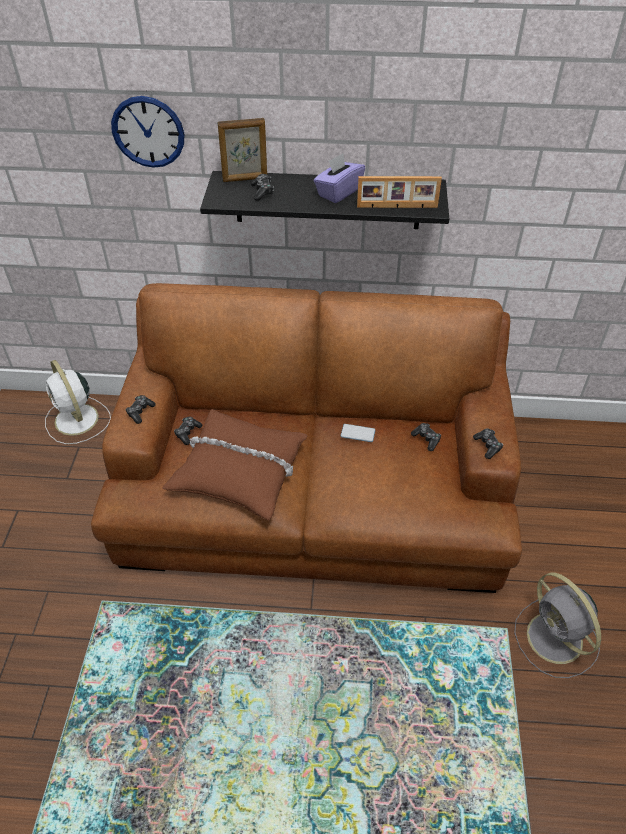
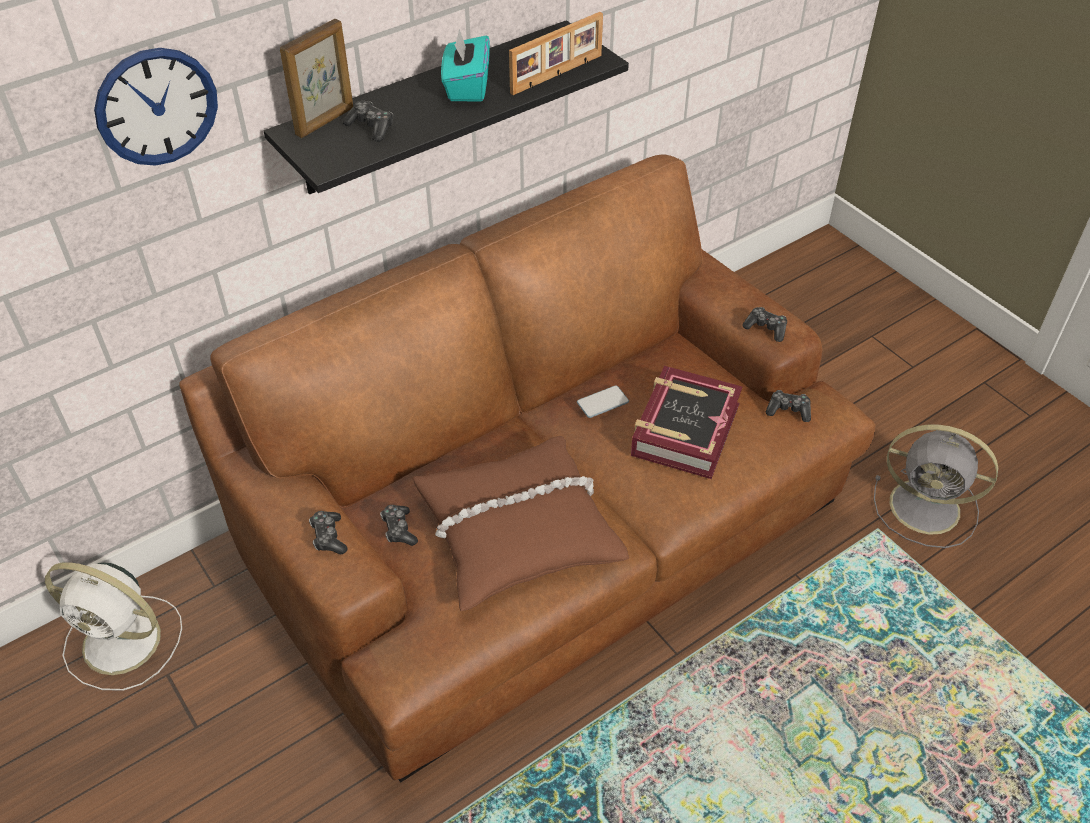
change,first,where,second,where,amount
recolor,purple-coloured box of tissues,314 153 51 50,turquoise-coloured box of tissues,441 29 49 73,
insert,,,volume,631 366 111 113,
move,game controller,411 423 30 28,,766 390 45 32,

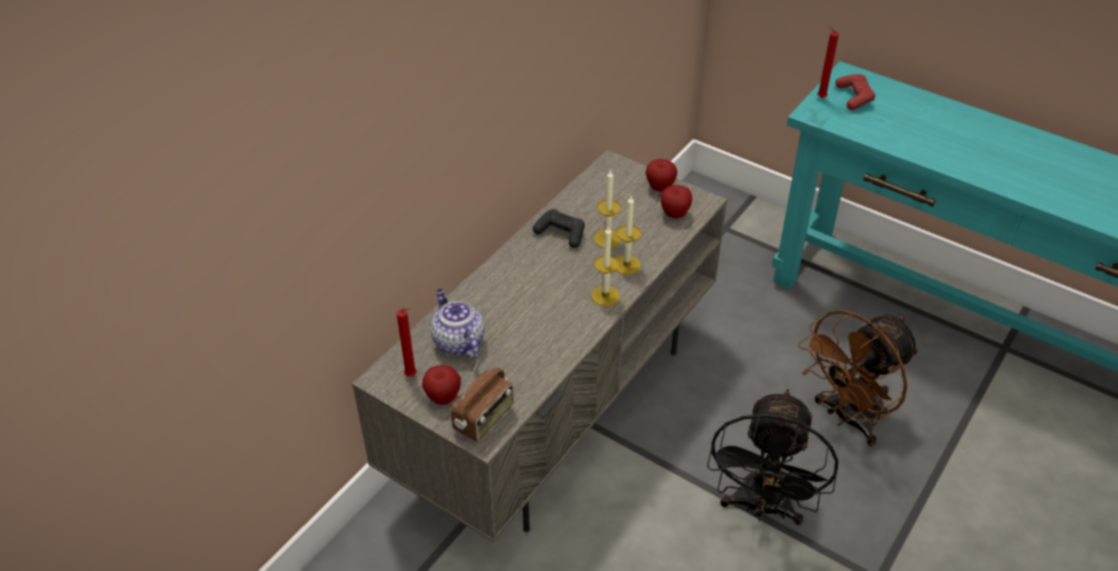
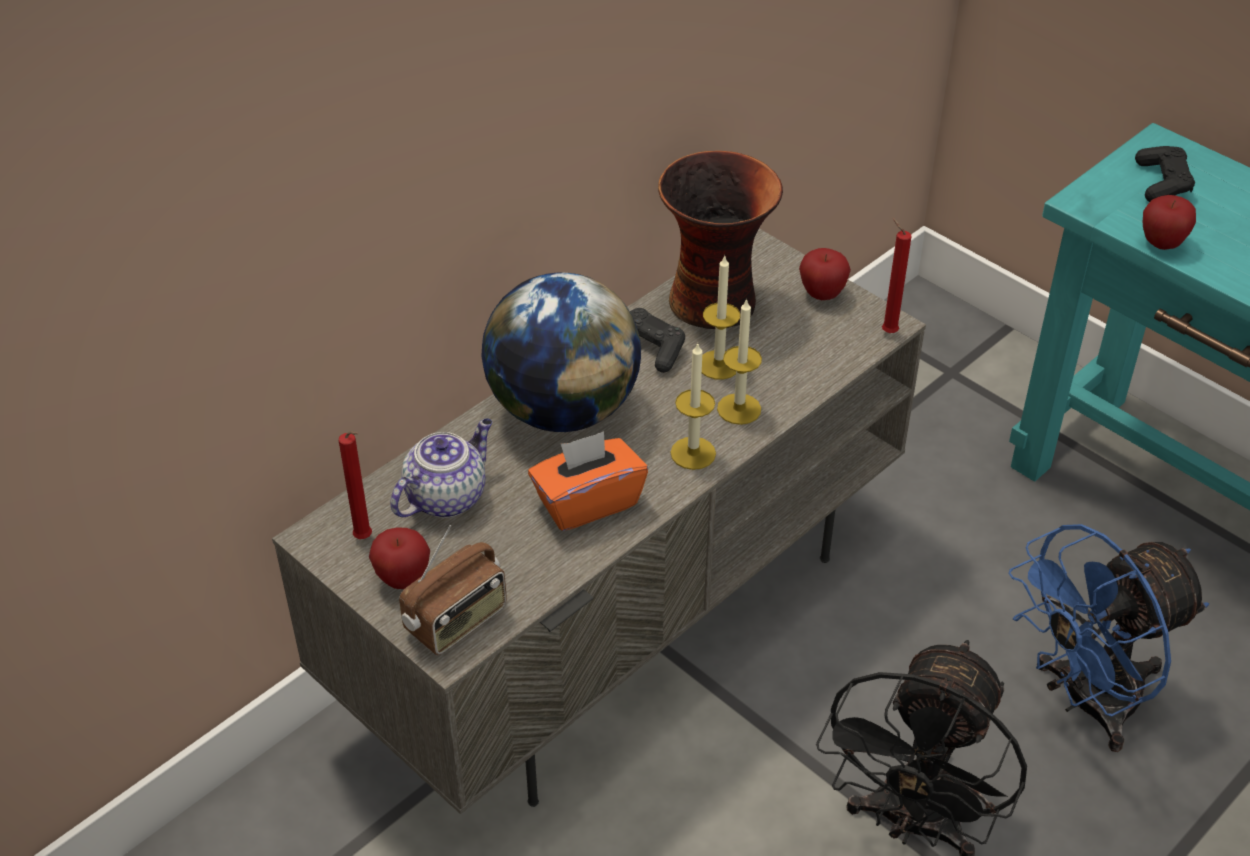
change,first,where,second,where,amount
rotate,pot for tea,431 289 54 70,,390 418 102 100,60 degrees clockwise
insert,,,desk globe,481 273 160 159,
insert,,,orange box of tissues,528 431 120 100,
insert,,,flower vase,658 151 125 178,
move,red-coloured candle,817 24 22 74,,882 218 30 115,
recolor,brown electric fan,798 310 121 136,bluish electric fan,1009 524 200 228,
recolor,red-coloured game controller,835 74 40 36,black game controller,1135 146 60 56,
move,whole apple,661 185 31 33,,1143 195 53 55,

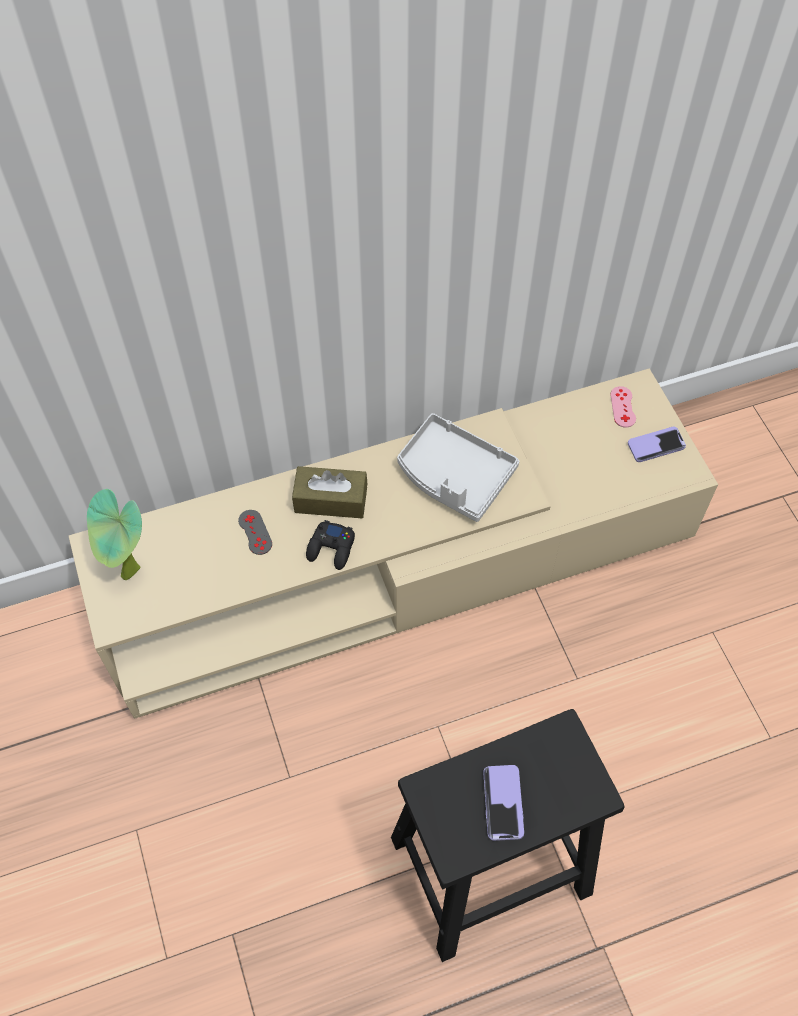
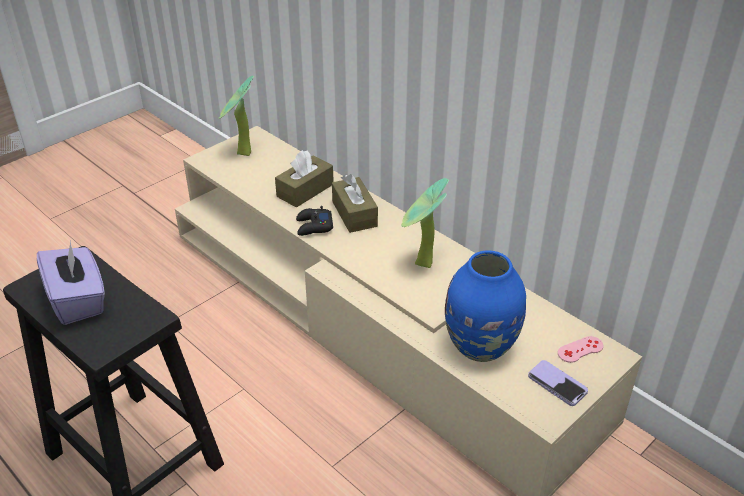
change,first,where,second,where,amount
replace,telephone,483 765 41 76,purple-coloured box of tissues,37 241 68 84,
replace,grey game controller,238 510 34 45,brown box of tissues,275 150 59 58,
replace,grey carrying tray,397 413 122 109,houseplant,401 178 48 90,
insert,,,bluish flower vase,445 250 81 112,

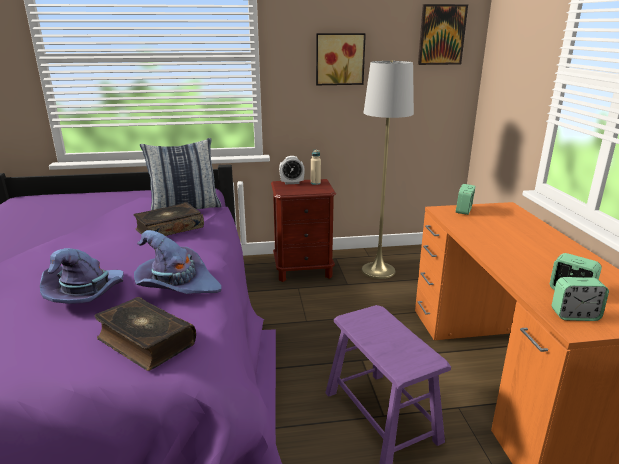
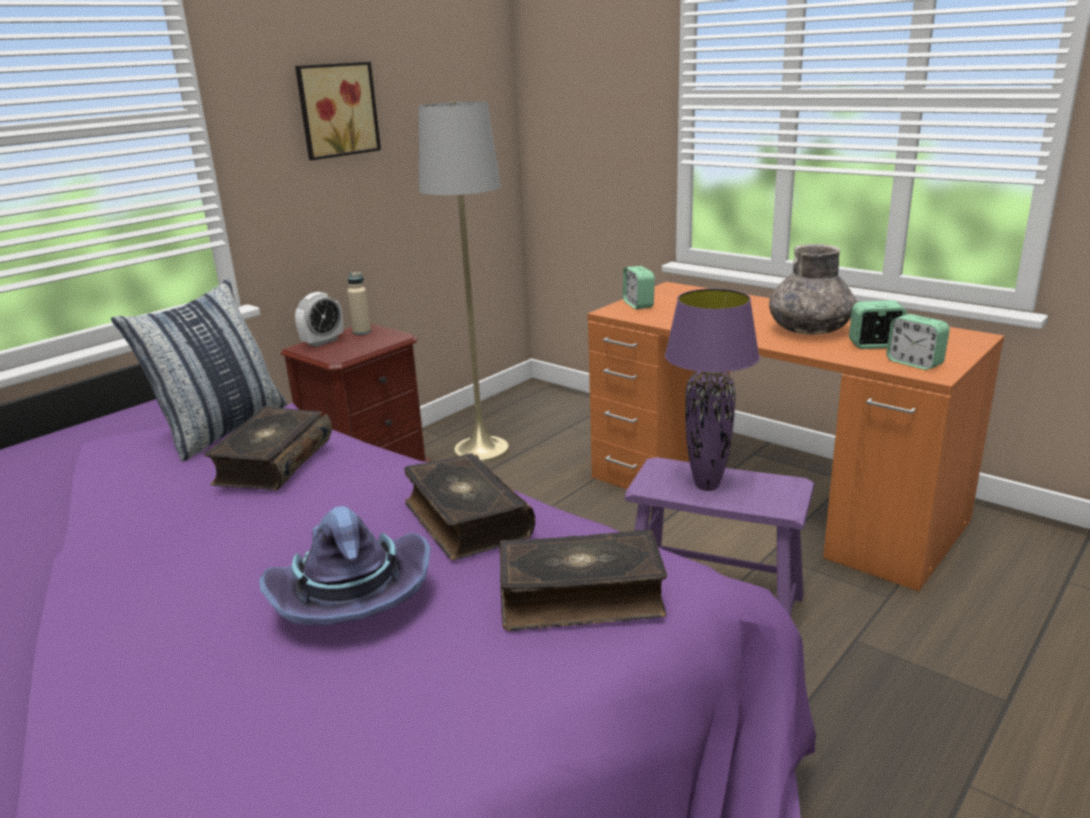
change,first,where,second,where,amount
replace,purple-coloured clothing hat,134 230 87 64,volume,404 453 131 107,
insert,,,purple-coloured lamp for a table,665 289 95 202,
insert,,,grey flower vase,769 244 87 90,
rotate,bedside clock,552 277 57 44,,886 314 64 56,90 degrees clockwise
delete,wall picture,418 4 50 61,,,

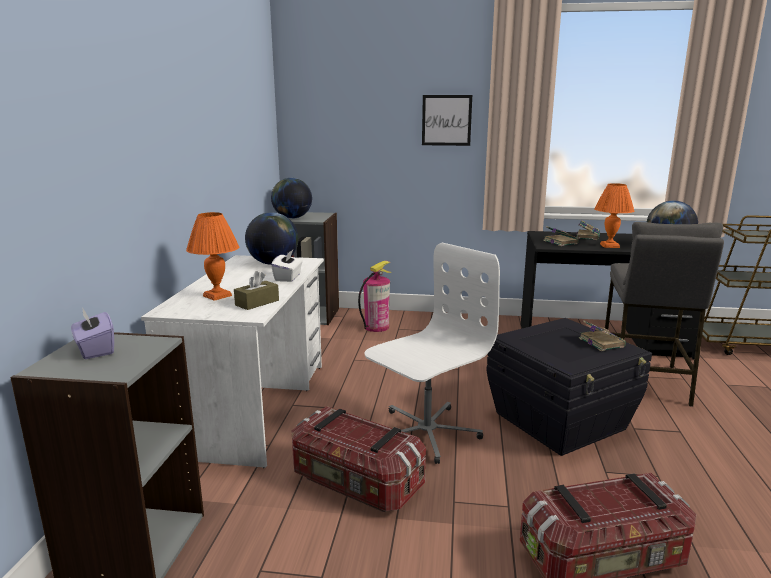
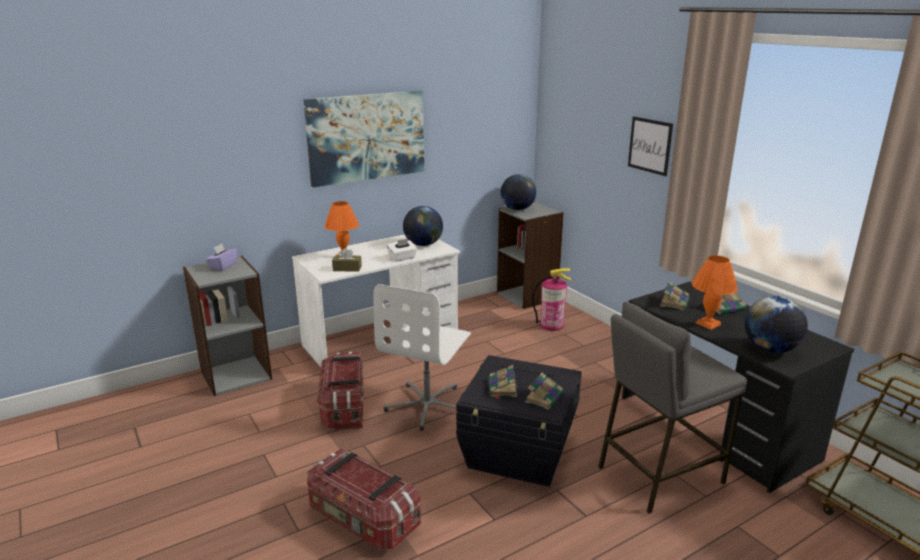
change,first,where,second,where,amount
insert,,,wall picture,303 91 121 96,
rotate,white office chair,364 243 136 221,,373 284 98 147,105 degrees clockwise
insert,,,volume,489 365 28 34,

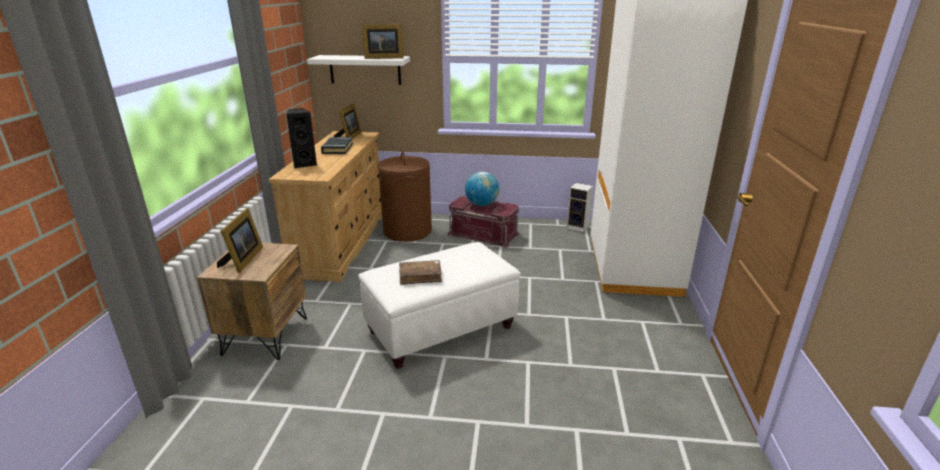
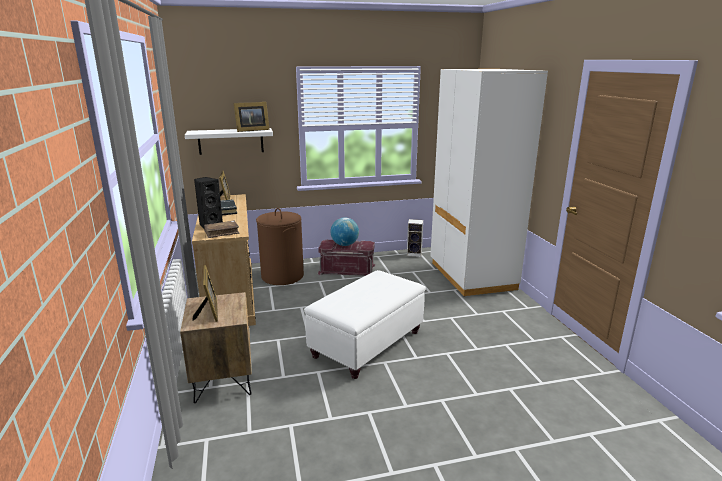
change,first,where,second,where,amount
move,brown volume,399 260 43 25,,204 221 35 17,

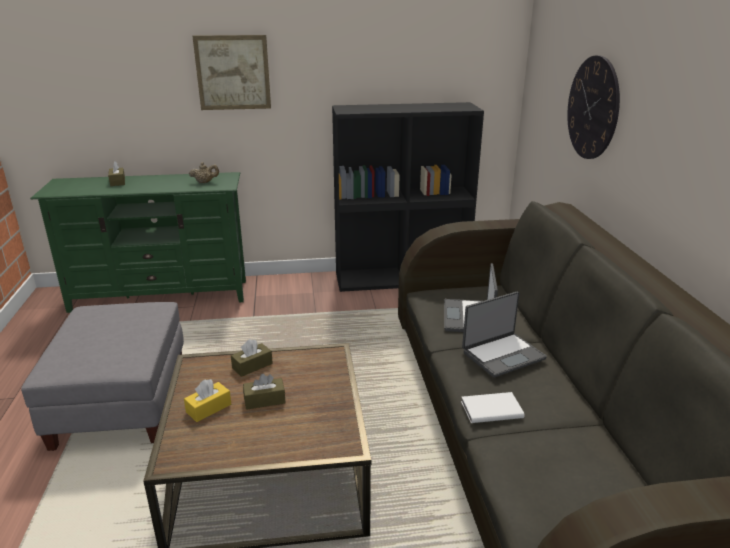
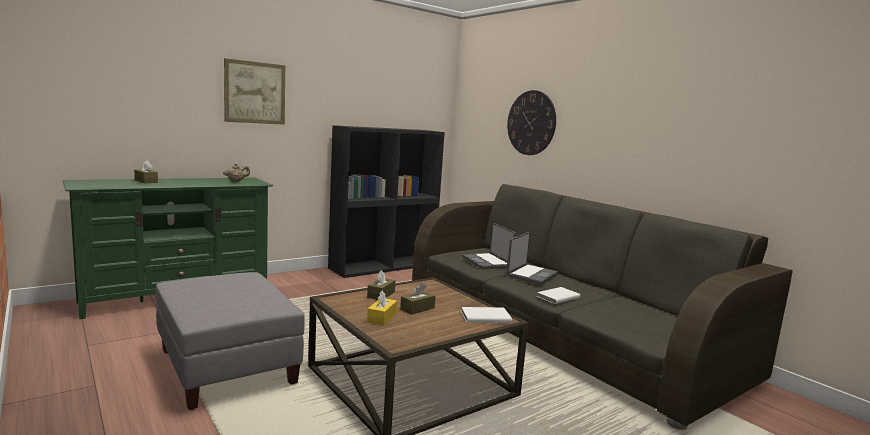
change,first,where,second,where,amount
insert,,,white volume,461 307 51 16,

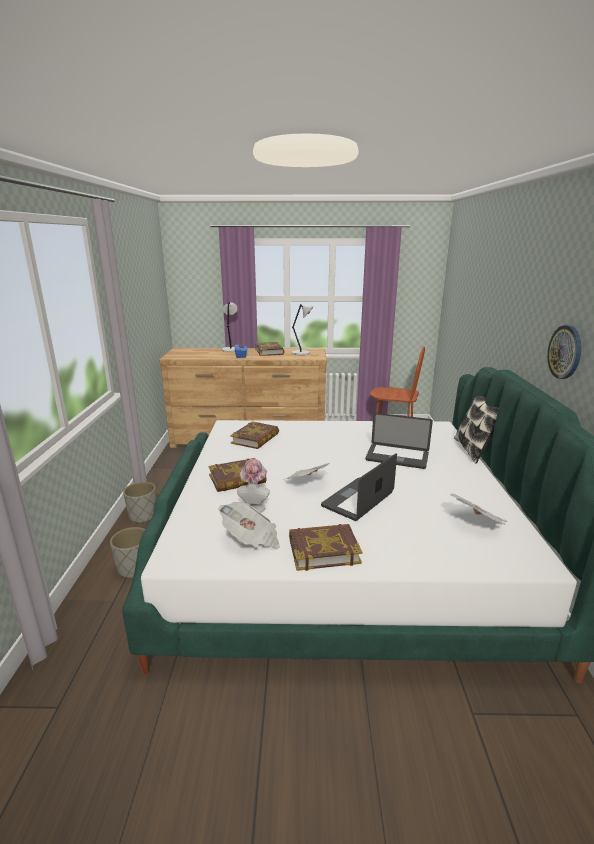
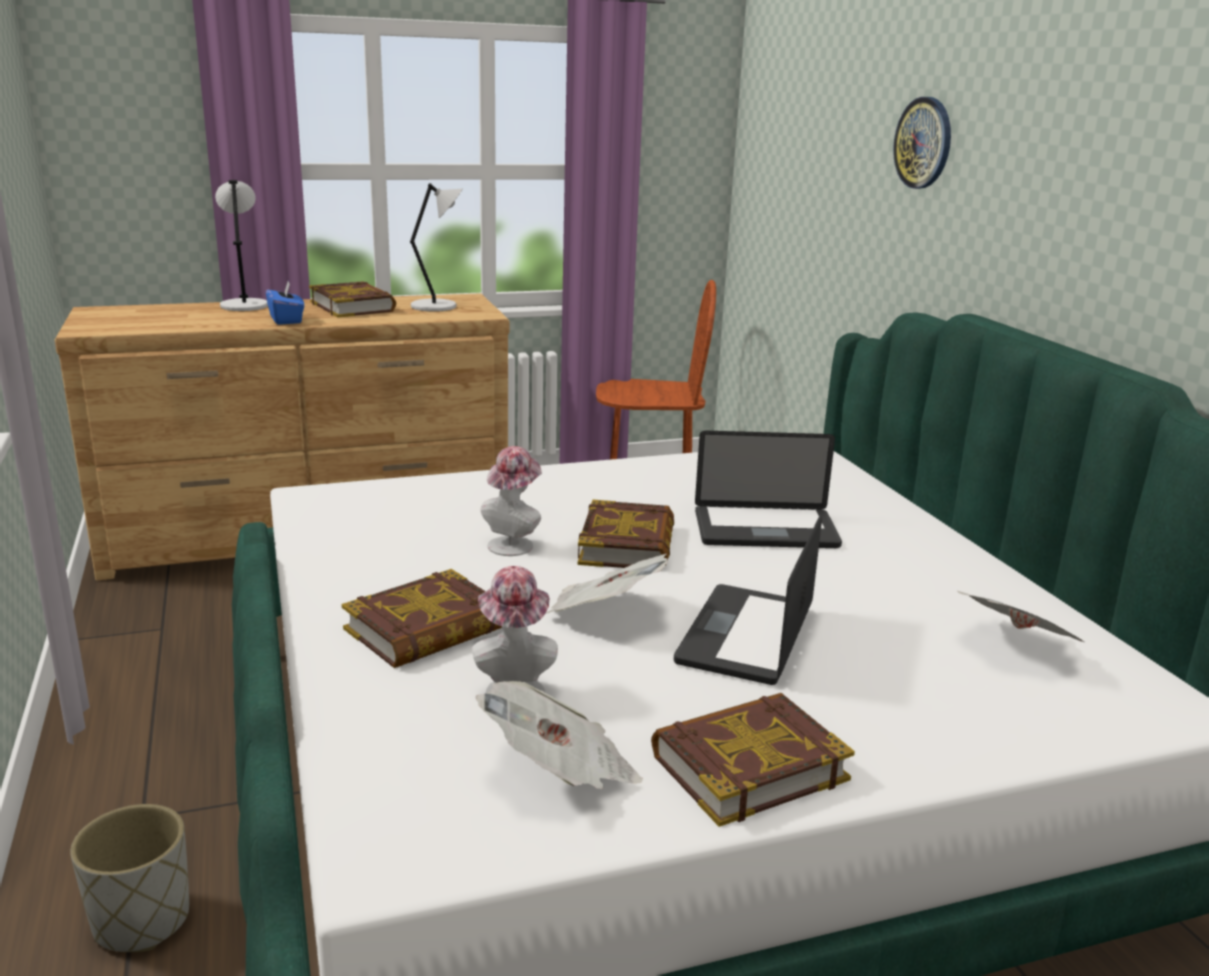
change,first,where,second,where,amount
insert,,,clothing hat,481 446 61 110,
move,volume,230 421 49 28,,578 500 96 68,
move,wall clock,547 325 34 54,,893 97 58 92,
delete,grey flower pot,123 482 33 41,,,
delete,pillow,454 396 44 68,,,

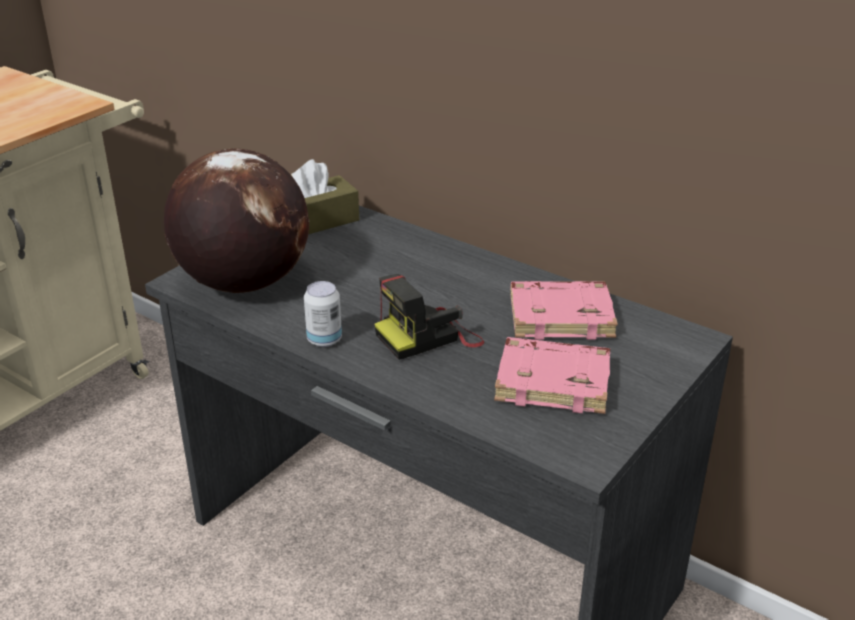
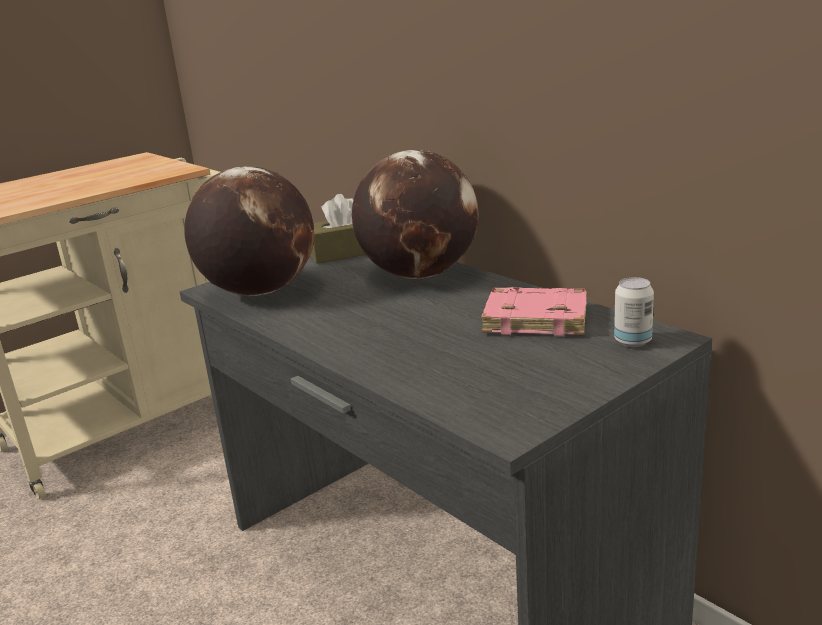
change,first,where,second,where,amount
insert,,,desk globe,352 150 126 129,
move,can,304 281 38 66,,614 277 40 70,
delete,still camera,374 274 110 86,,,
delete,pinkish volume,494 337 116 77,,,

